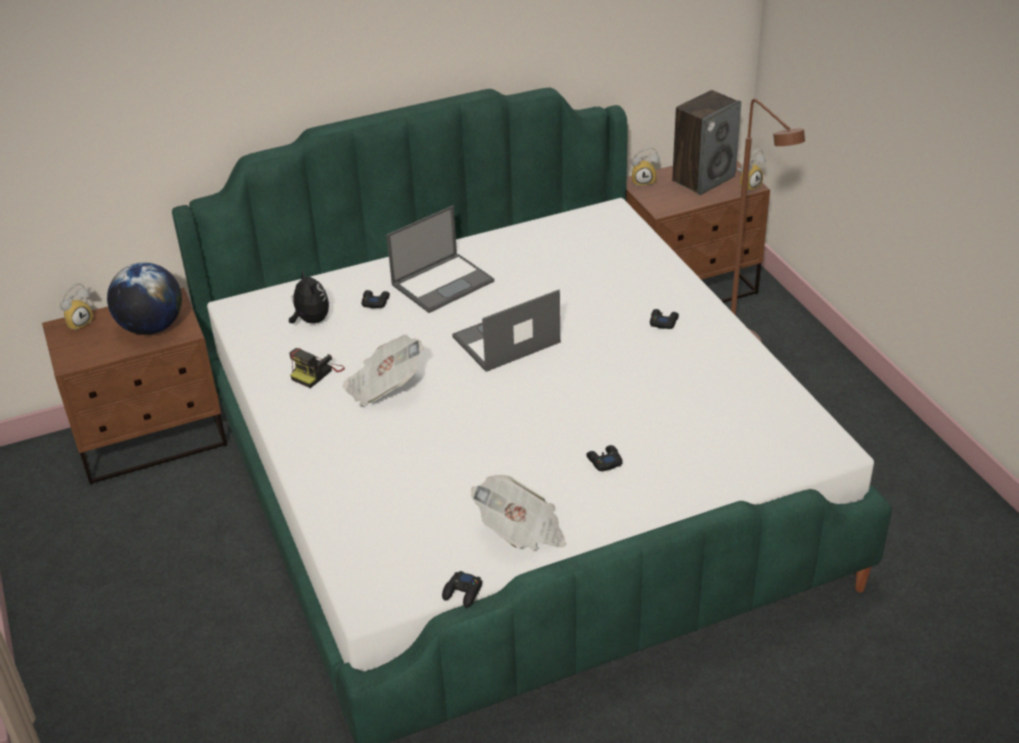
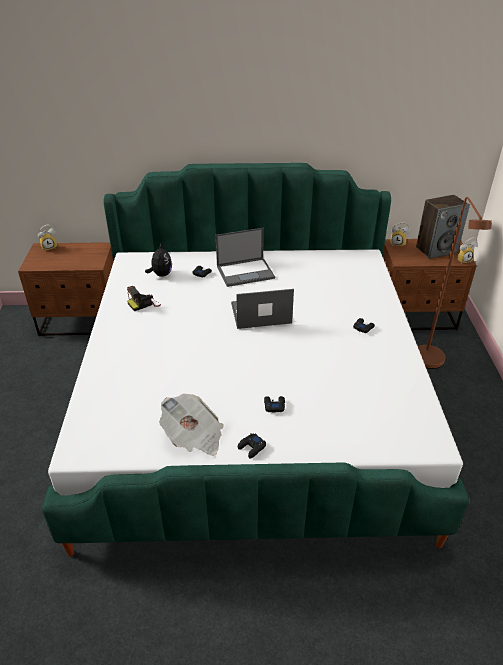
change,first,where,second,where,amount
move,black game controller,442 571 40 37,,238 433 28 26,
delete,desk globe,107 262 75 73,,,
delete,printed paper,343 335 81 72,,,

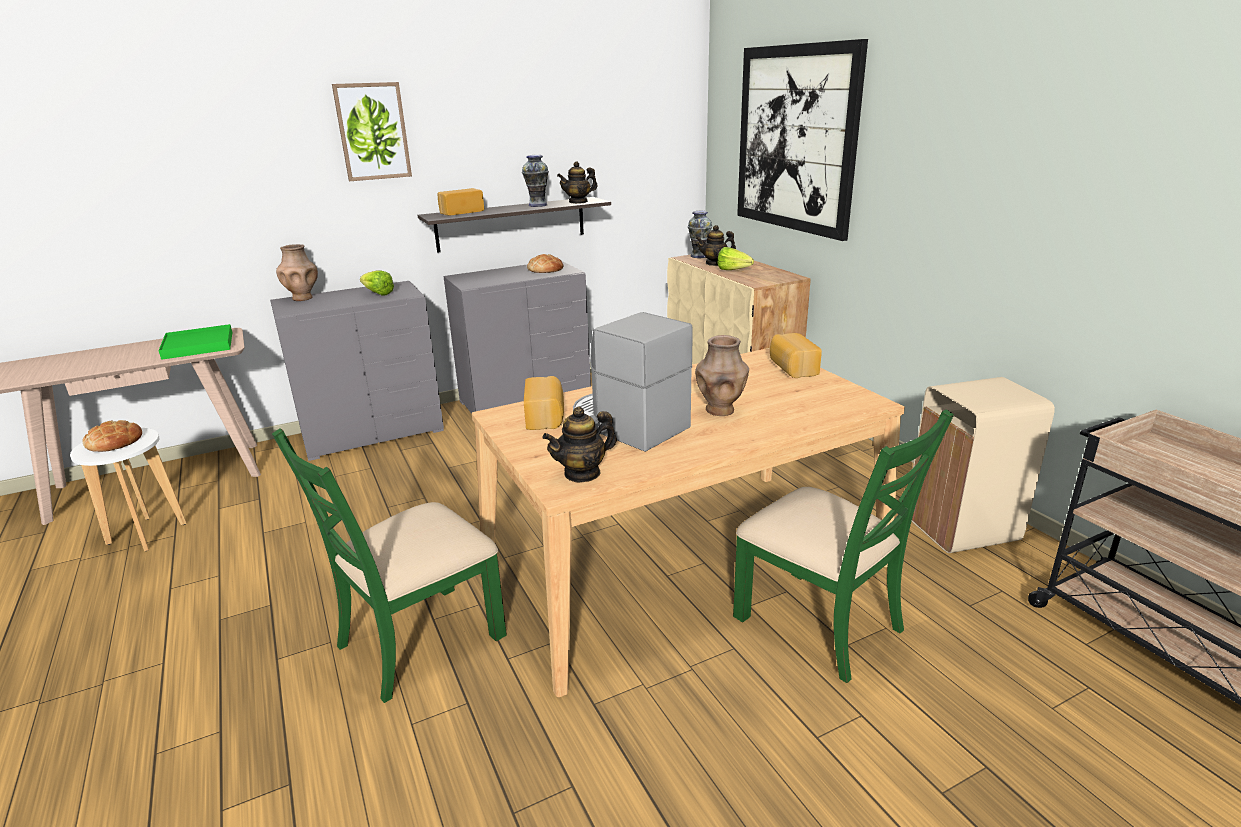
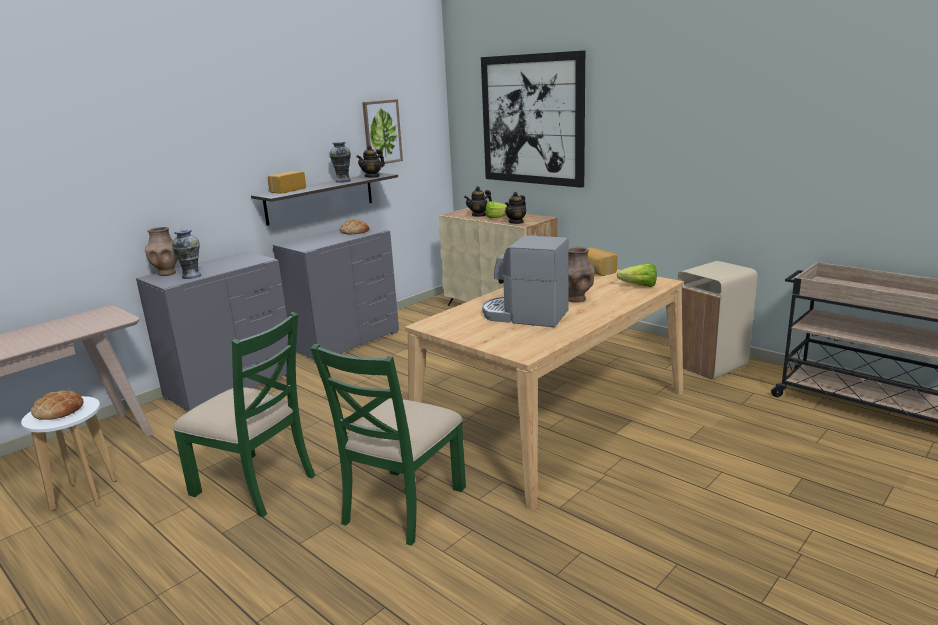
change,first,where,second,where,amount
move,flower vase,688 211 24 47,,172 229 29 50,
move,green chair,733 409 221 274,,173 312 143 205,
move,wall picture,332 82 80 99,,362 99 41 65,
move,pot for tea,542 406 75 77,,505 192 21 32,
move,lettuce,360 270 34 25,,617 264 40 23,
delete,green carrying tray,158 324 75 36,,,
delete,bread,524 376 40 54,,,

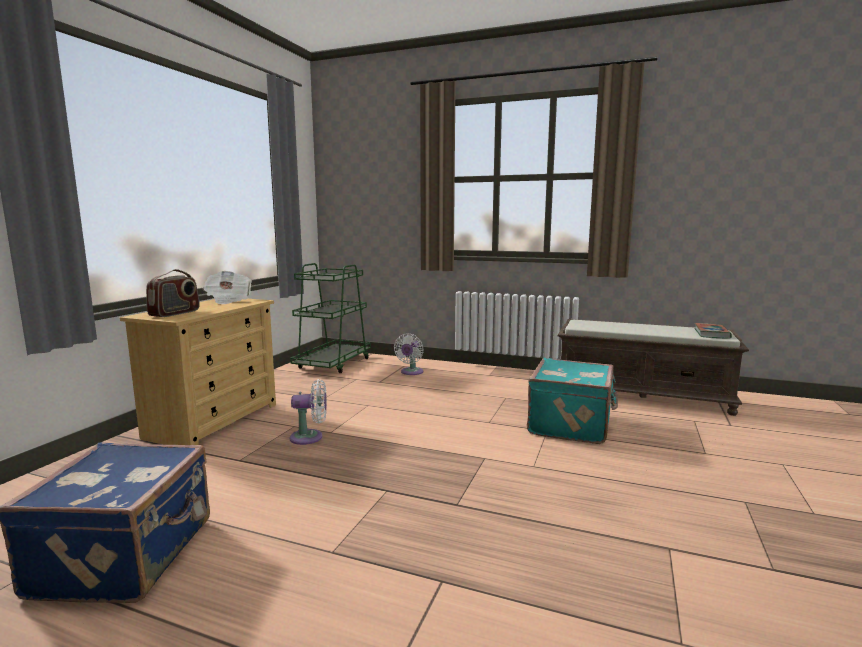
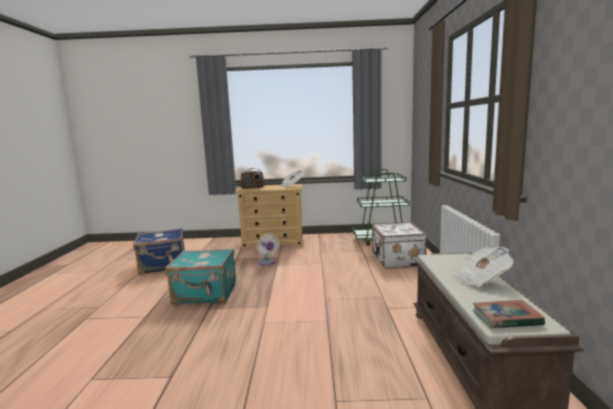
change,first,where,second,where,amount
move,turquoise-coloured piece of luggage,527 358 91 86,,165 248 71 56,
replace,white electric fan,394 333 30 42,white piece of luggage,371 222 56 47,
insert,,,printed paper,452 247 62 40,

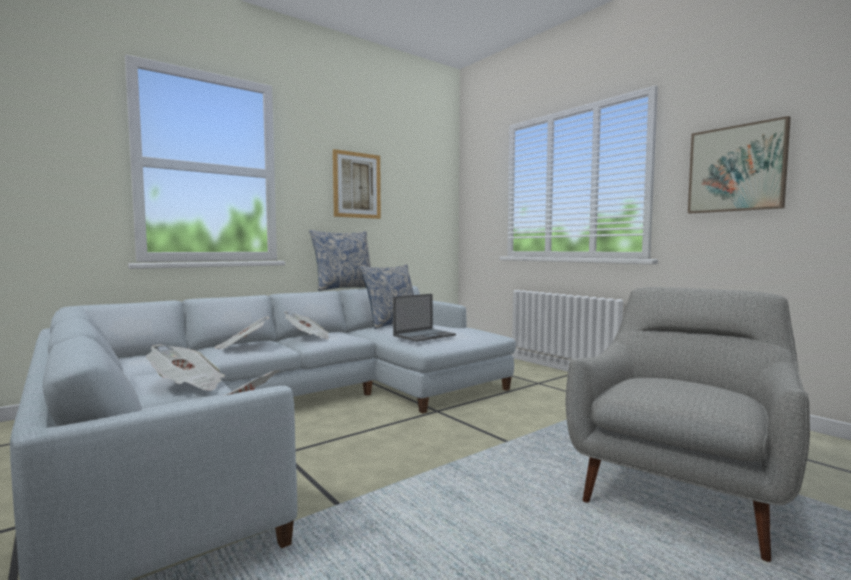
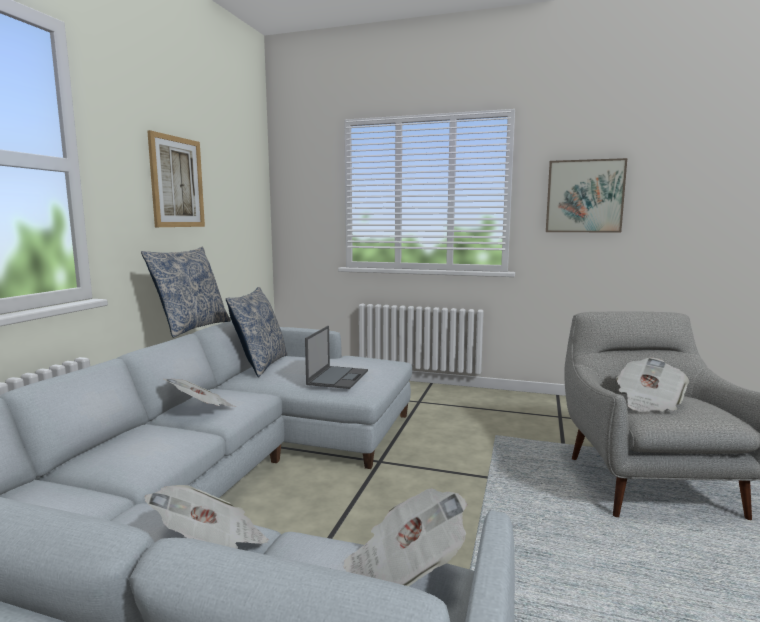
change,first,where,second,where,amount
move,printed paper,215 317 54 32,,616 358 74 54,

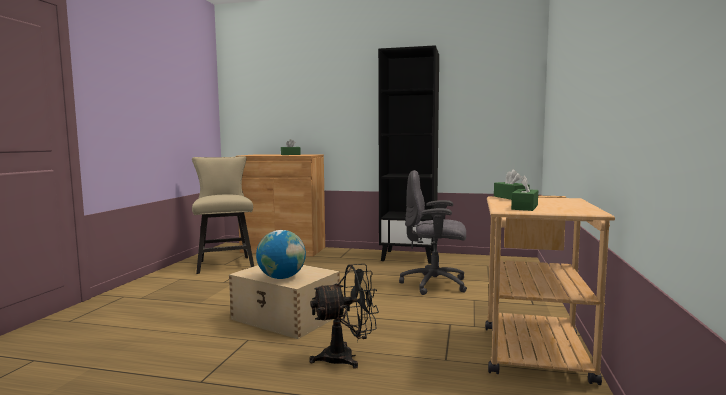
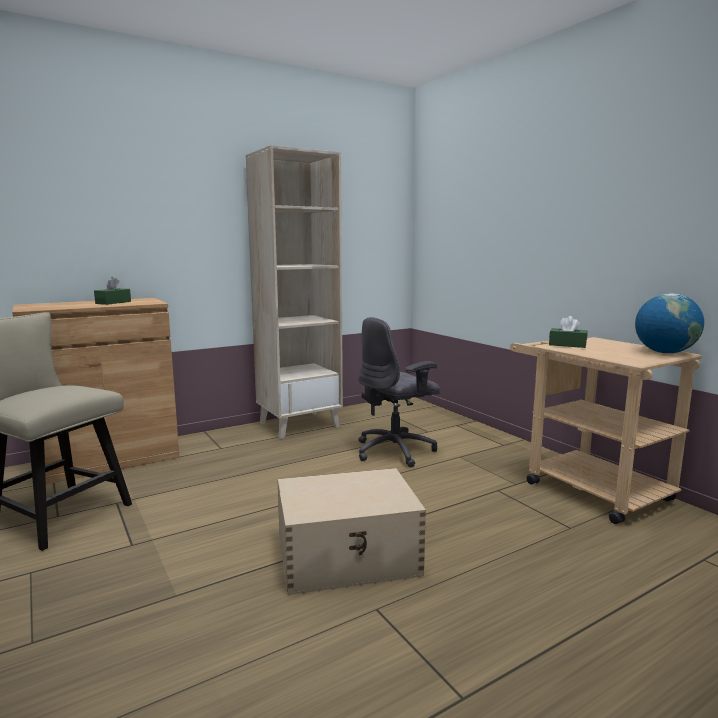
change,first,where,second,where,amount
recolor,black bookcase,378 45 61 219,sand-coloured bookcase,246 145 97 294,
move,desk globe,256 230 50 49,,635 293 69 60,
delete,black electric fan,309 264 70 105,,,
delete,green box of tissues,511 175 27 36,,,

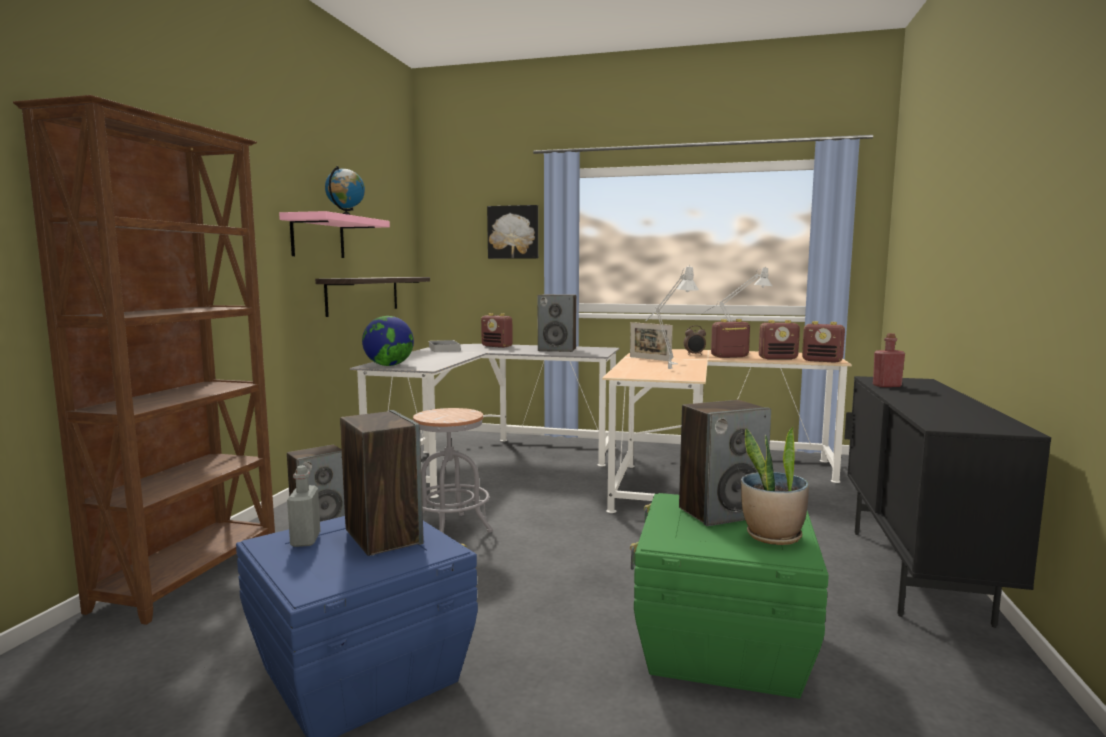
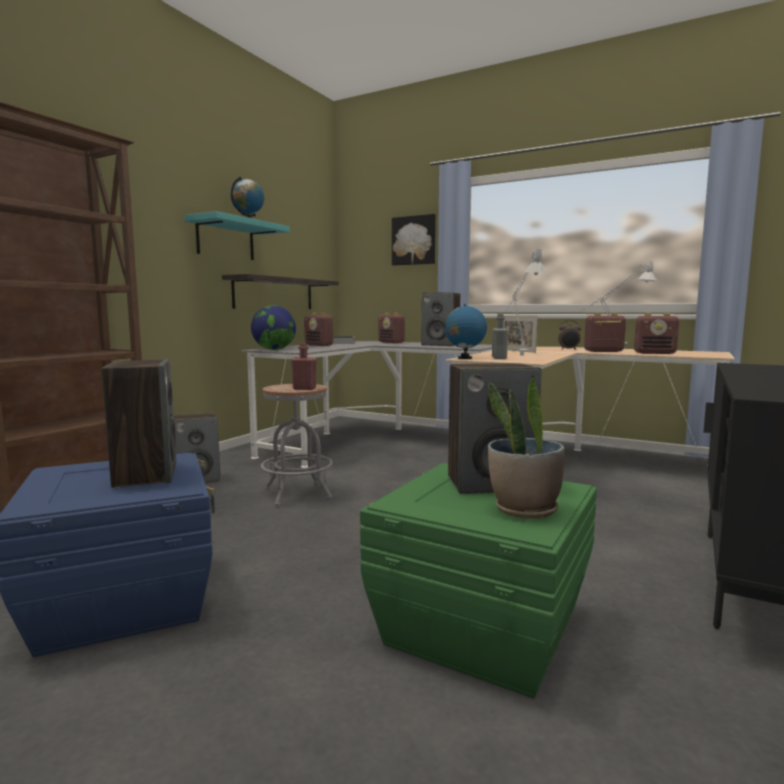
change,first,where,second,where,amount
recolor,pinkish wall shelf,279 211 111 47,turquoise-coloured wall shelf,184 211 106 49,
move,red-coloured beverage bottle,873 333 32 54,,291 342 25 48,
move,radio,802 321 43 42,,304 313 30 33,
insert,,,desk globe,445 304 42 55,
move,grey beverage bottle,287 465 33 82,,492 313 16 46,

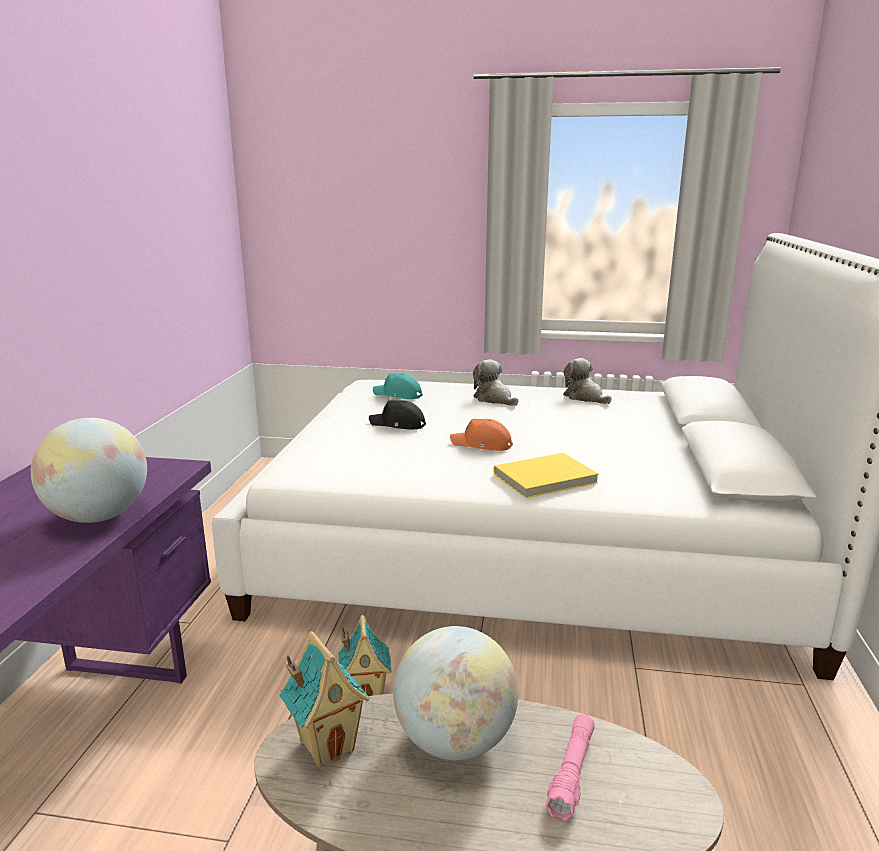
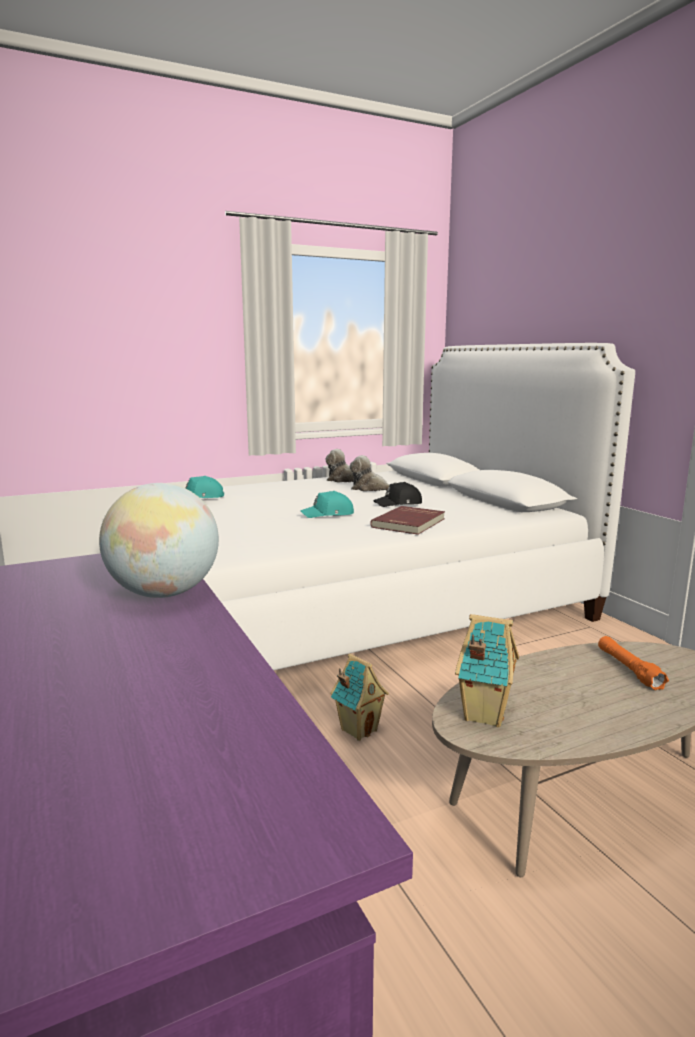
change,first,where,second,where,amount
recolor,orange baseball cap,450 419 63 32,turquoise-coloured baseball cap,300 491 54 27,
move,soft toy,473 359 45 47,,350 455 47 36,
recolor,yellow-coloured volume,493 453 105 45,red-coloured volume,370 506 75 29,
move,black baseball cap,369 400 57 30,,373 482 49 25,
recolor,pinkish hand torch,545 714 49 107,orange hand torch,598 636 71 54,
delete,desk globe,393 626 125 134,,,

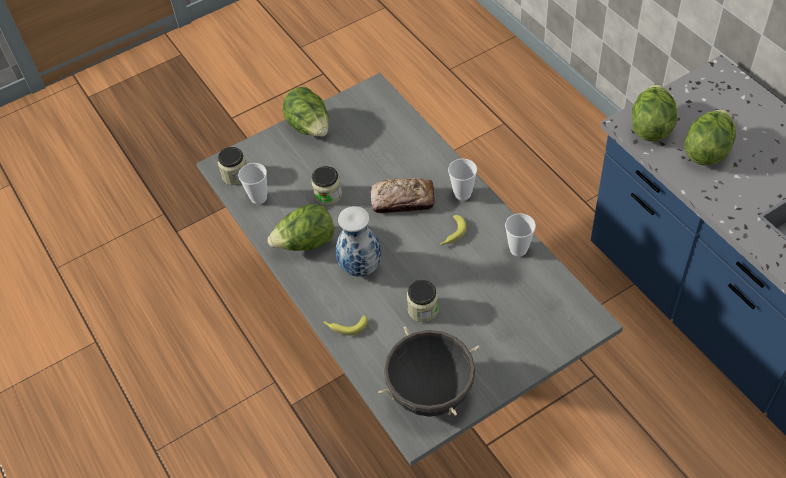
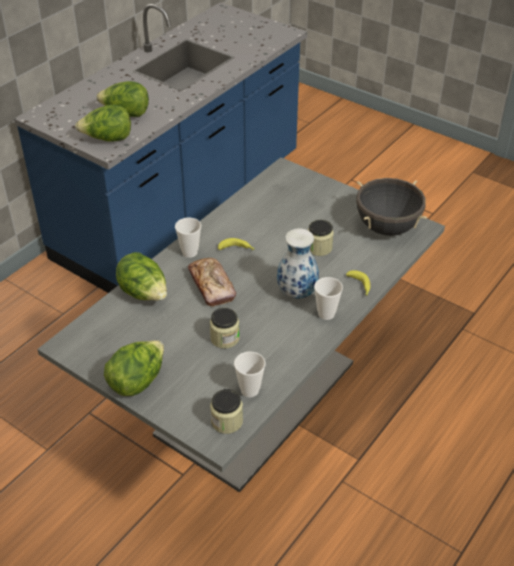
change,first,where,second,where,amount
move,lettuce,268 204 66 47,,116 252 51 48,
move,drinking cup,505 213 31 44,,314 277 29 43,

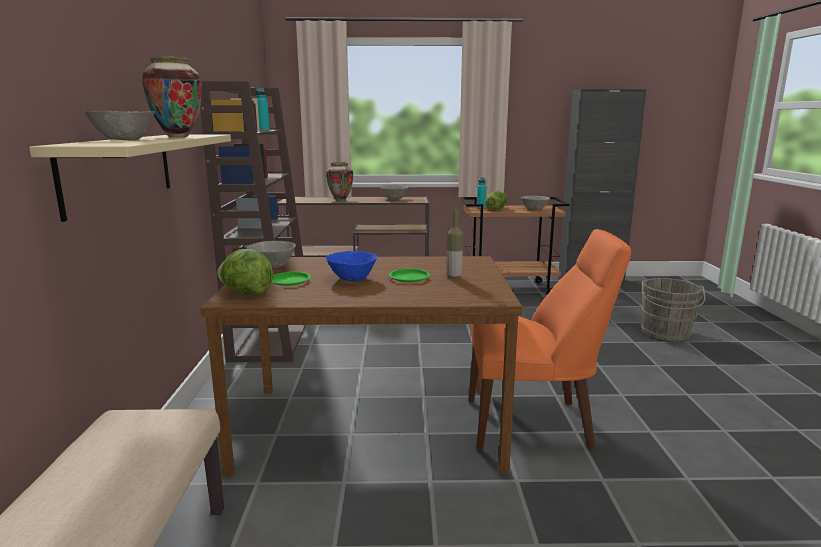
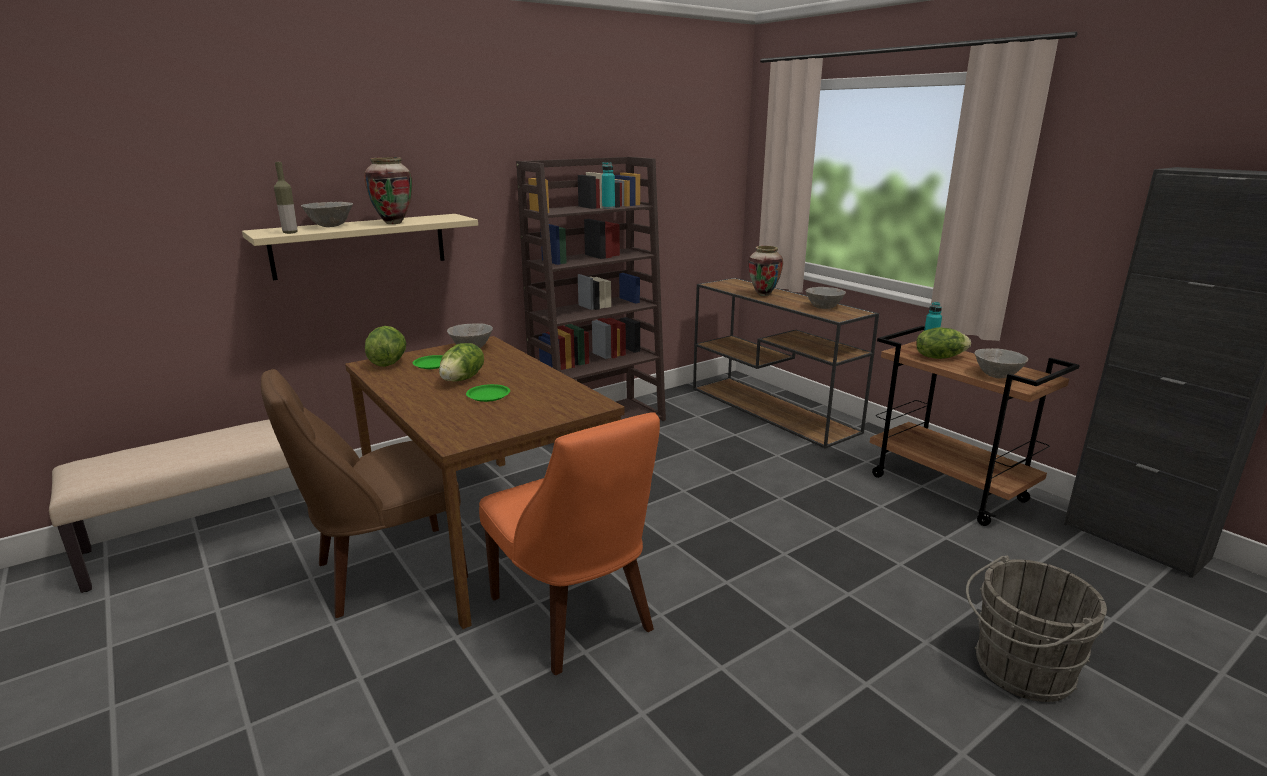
change,first,where,second,where,amount
insert,,,brown chair,261 369 207 249,
move,beverage bottle,447 209 16 69,,274 162 24 72,
replace,bluish deep dish,326 251 52 30,lettuce,439 343 45 39,

